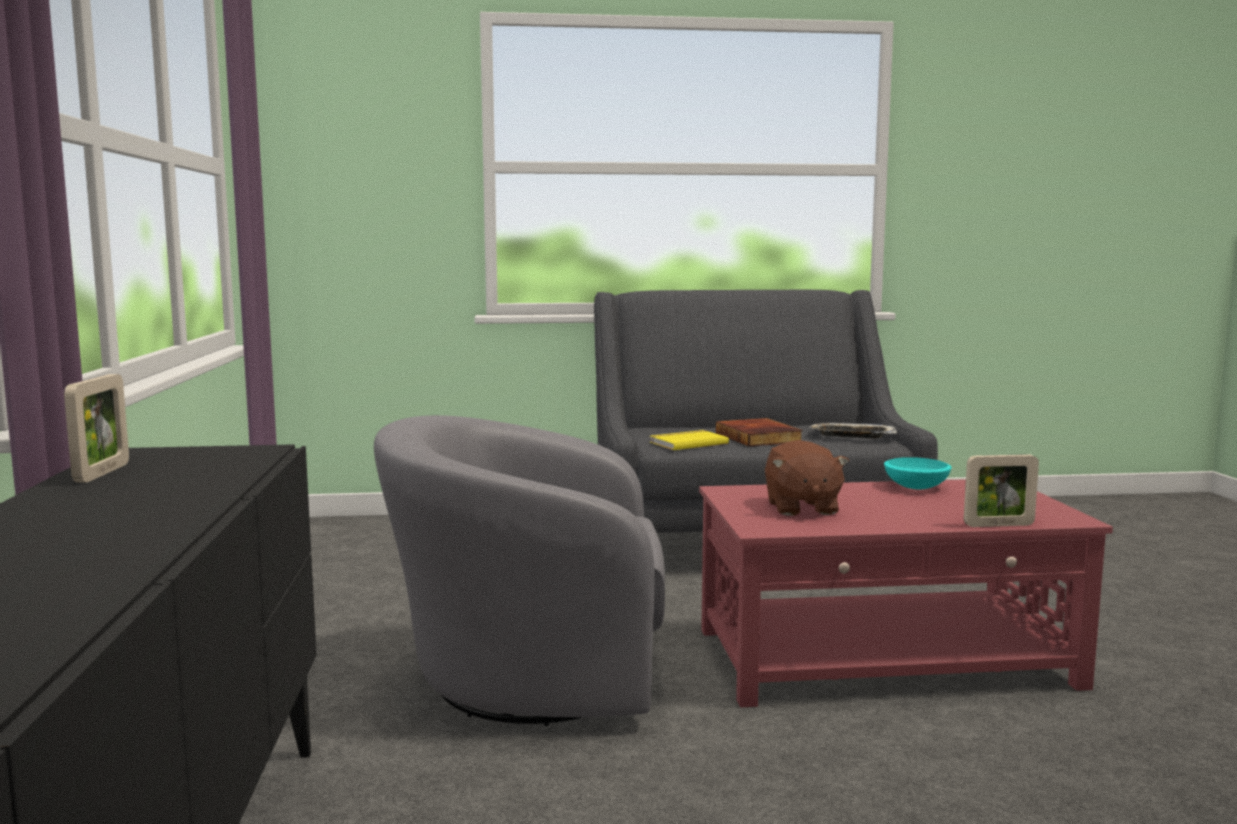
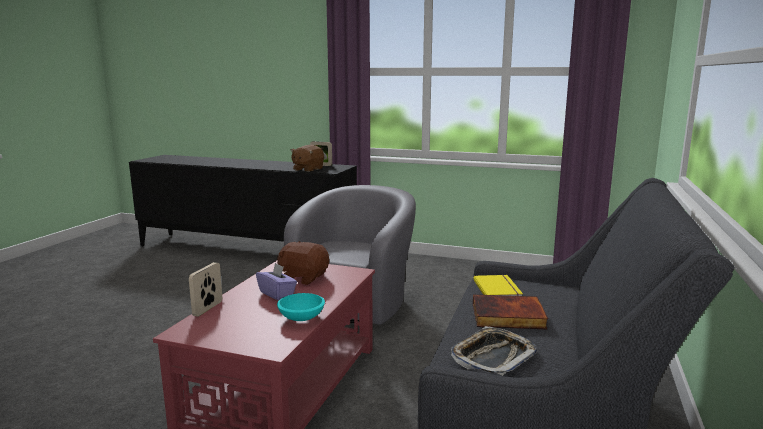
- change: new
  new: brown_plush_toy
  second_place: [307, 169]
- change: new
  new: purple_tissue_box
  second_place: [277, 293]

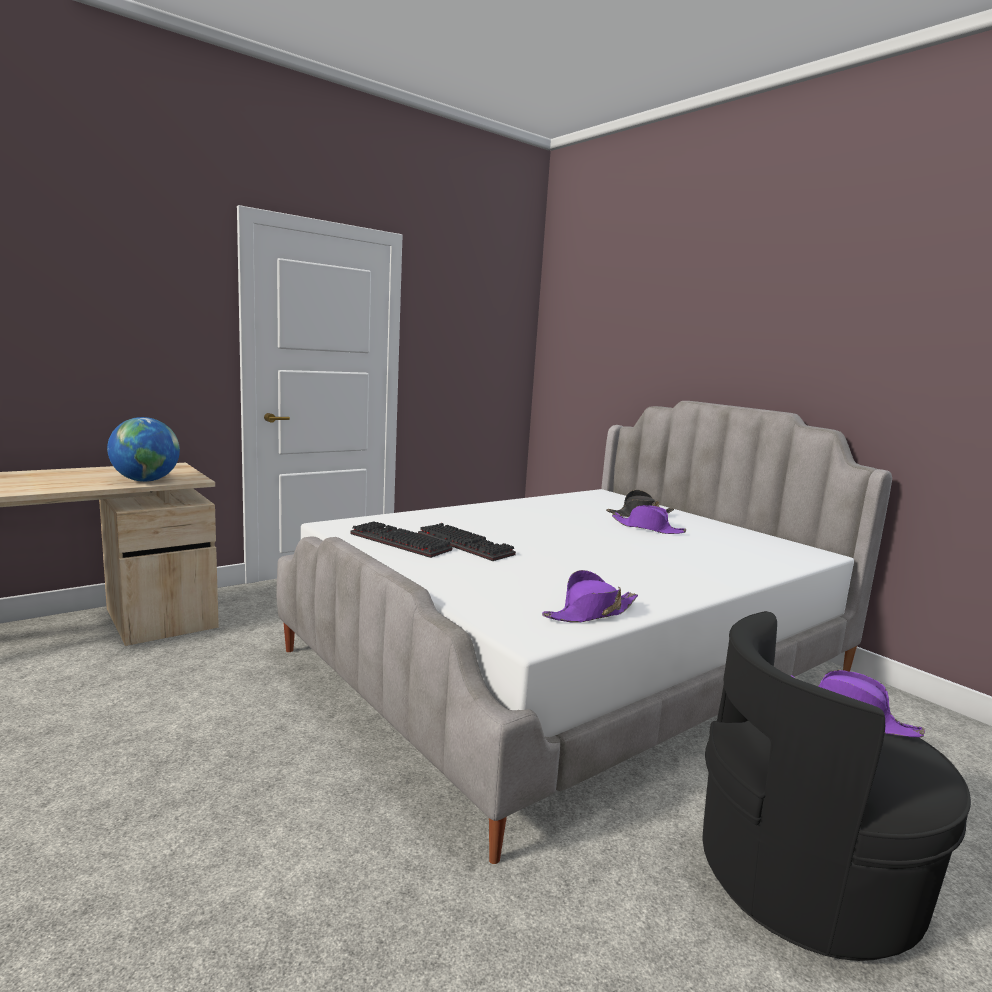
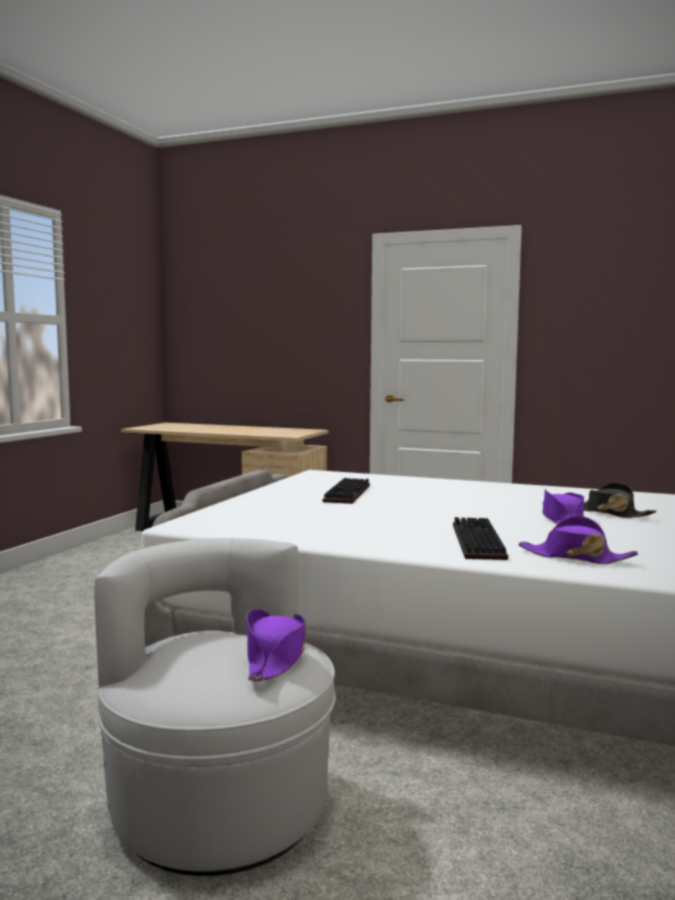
- change: gone
  old: globe
  first_place: [145, 481]
- change: shifted
  old: keyboard
  first_place: [397, 542]
  second_place: [475, 541]
- change: shifted
  old: purple_hat
  first_place: [590, 613]
  second_place: [575, 557]
- change: repainted
  old: black_armchair
  new: white_armchair
  first_place: [807, 878]
  second_place: [221, 808]

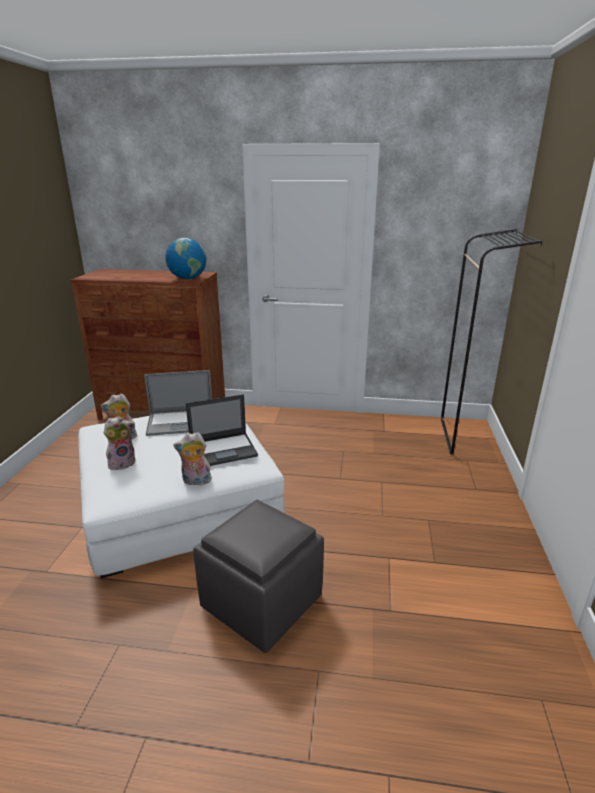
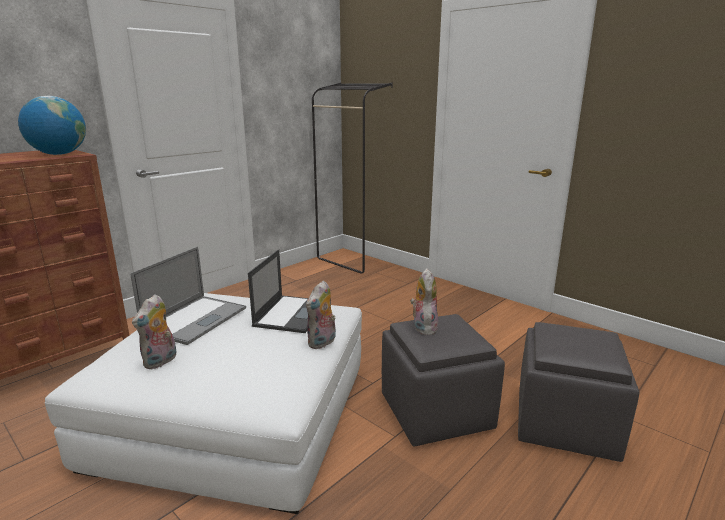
- change: shifted
  old: plush_toy
  first_place: [122, 463]
  second_place: [423, 327]
- change: new
  new: grey_ottoman
  second_place: [566, 425]

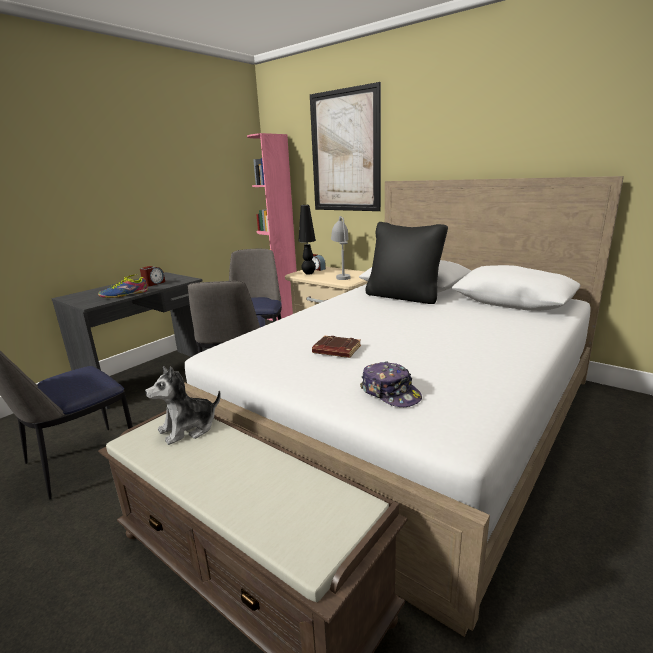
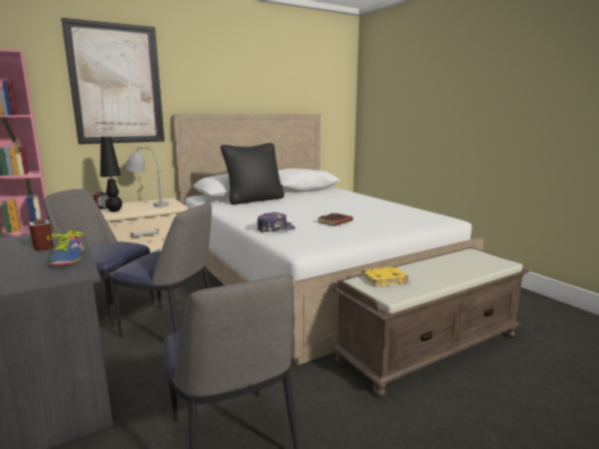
- change: shifted
  old: cap
  first_place: [390, 393]
  second_place: [275, 229]
- change: swapped
  old: plush_toy
  new: yellow_book
  first_place: [188, 428]
  second_place: [384, 279]

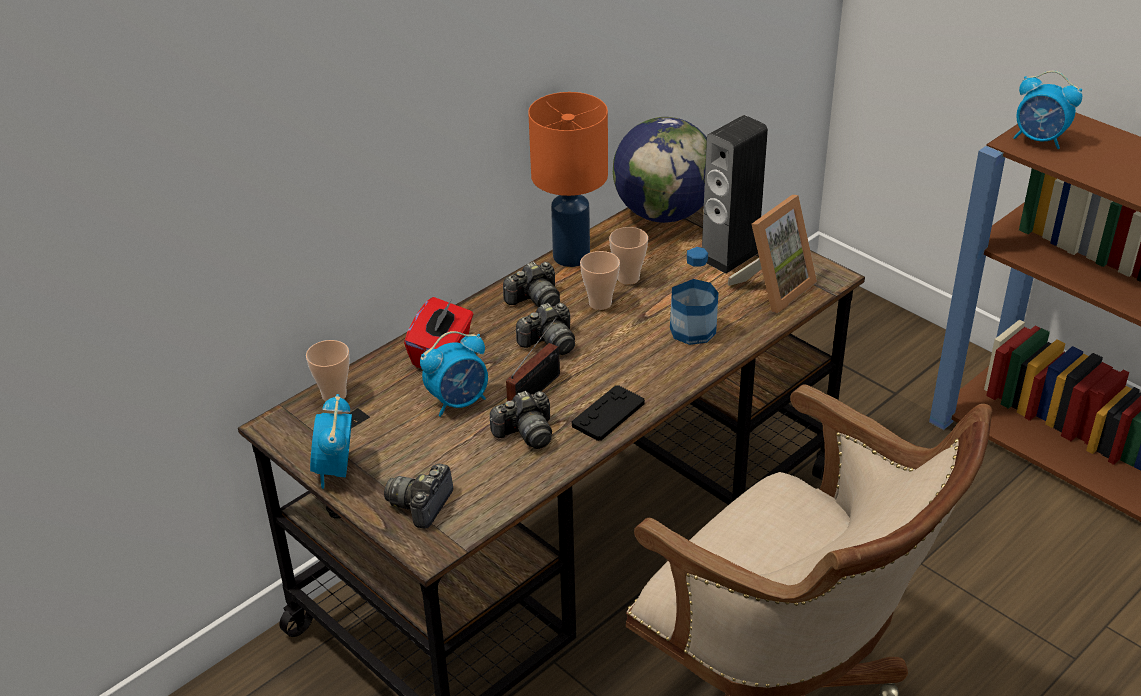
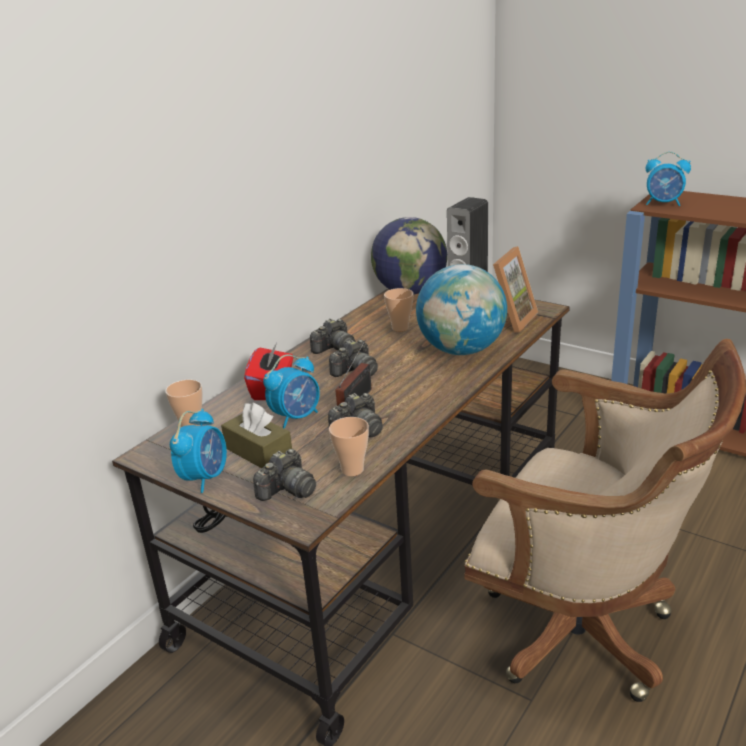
- change: gone
  old: orange_table_lamp
  first_place: [570, 256]
- change: swapped
  old: bottle
  new: globe
  first_place: [692, 330]
  second_place: [461, 350]
- change: shifted
  old: cup
  first_place: [600, 303]
  second_place: [352, 469]
- change: gone
  old: black_game_controller
  first_place: [608, 414]
- change: rotated
  old: alarm_clock
  first_place: [335, 470]
  second_place: [205, 477]
  degrees: -150
- change: rotated
  old: photo_camera
  first_place: [422, 505]
  second_place: [287, 490]
  degrees: -150
- change: new
  new: brown_tissue_box
  second_place: [258, 452]

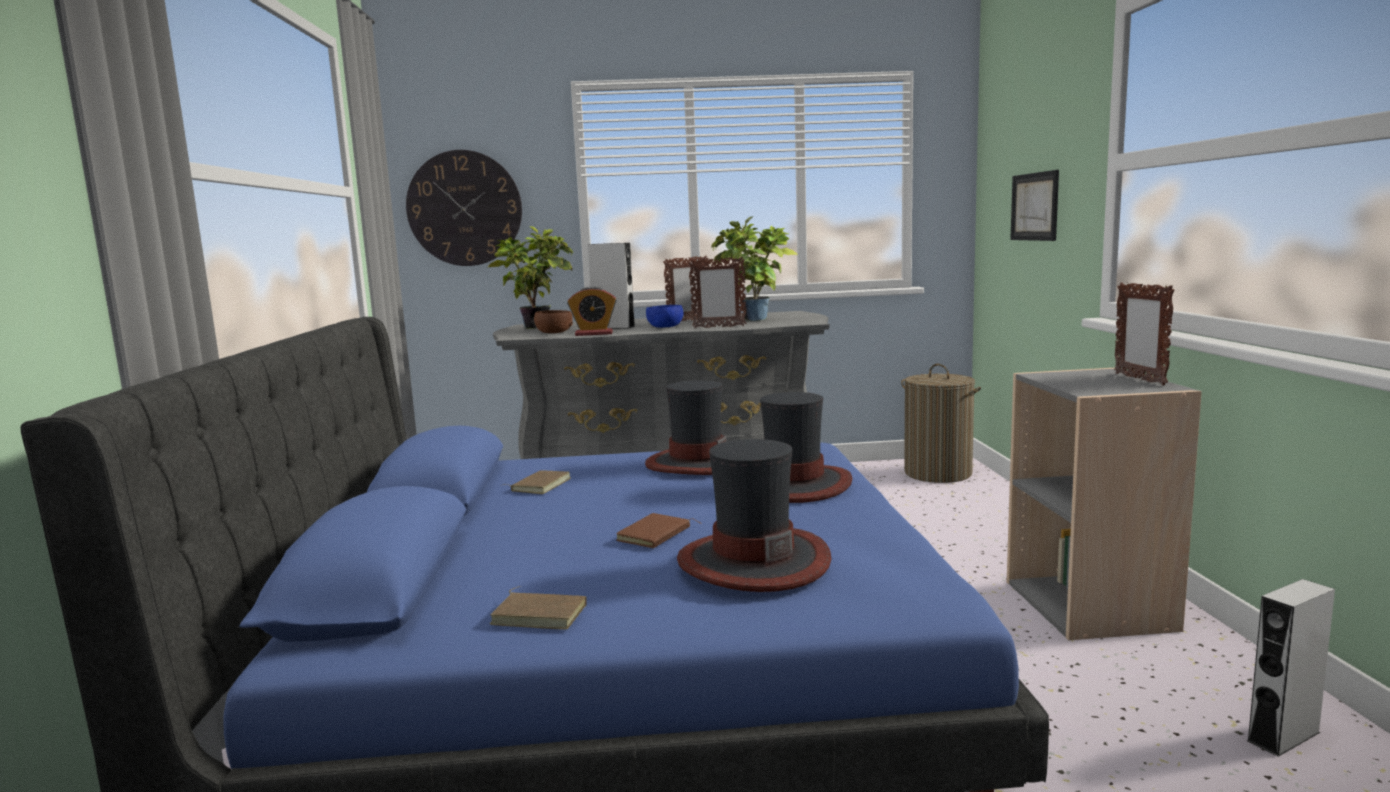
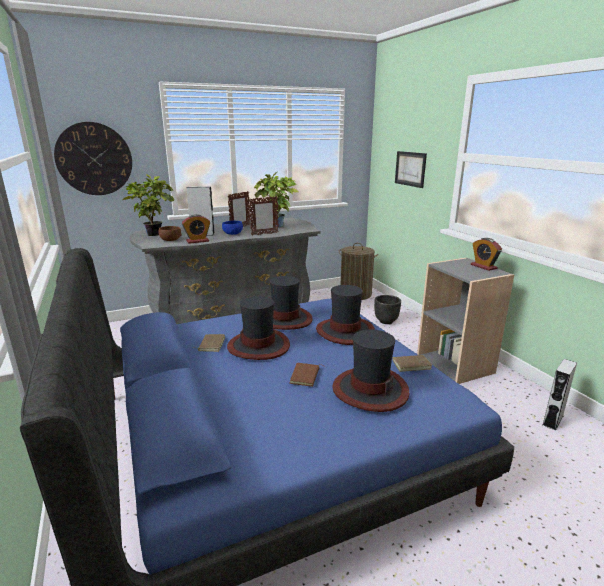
- change: swapped
  old: picture_frame
  new: alarm_clock
  first_place: [1139, 379]
  second_place: [483, 266]
- change: shifted
  old: brown_book
  first_place: [541, 614]
  second_place: [411, 364]
- change: new
  new: black_planter
  second_place: [386, 321]
- change: new
  new: hat
  second_place: [259, 346]

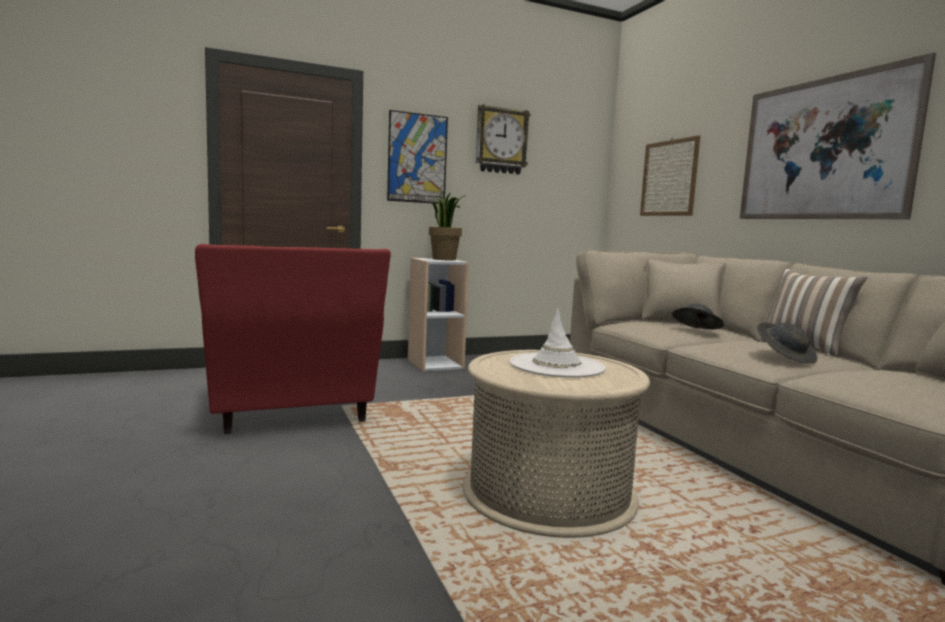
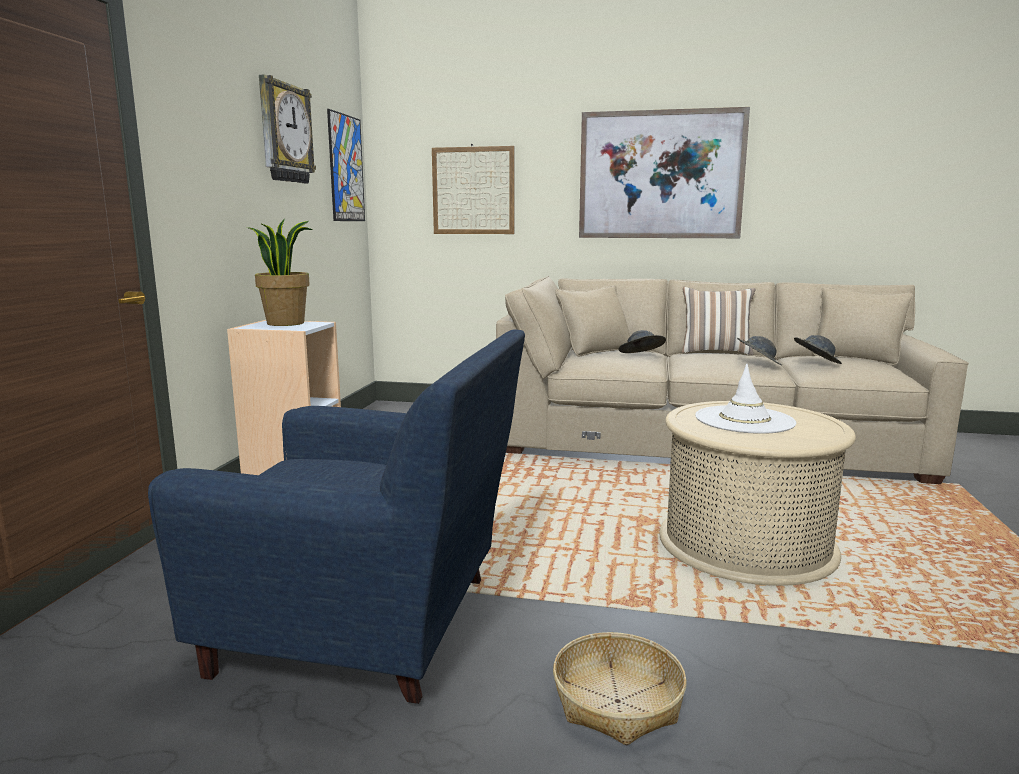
- change: shifted
  old: picture
  first_place: [417, 158]
  second_place: [346, 168]
- change: repainted
  old: red_armchair
  new: blue_armchair
  first_place: [291, 412]
  second_place: [369, 628]
- change: new
  new: grey_hat
  second_place: [815, 363]
- change: new
  new: basket
  second_place: [617, 702]

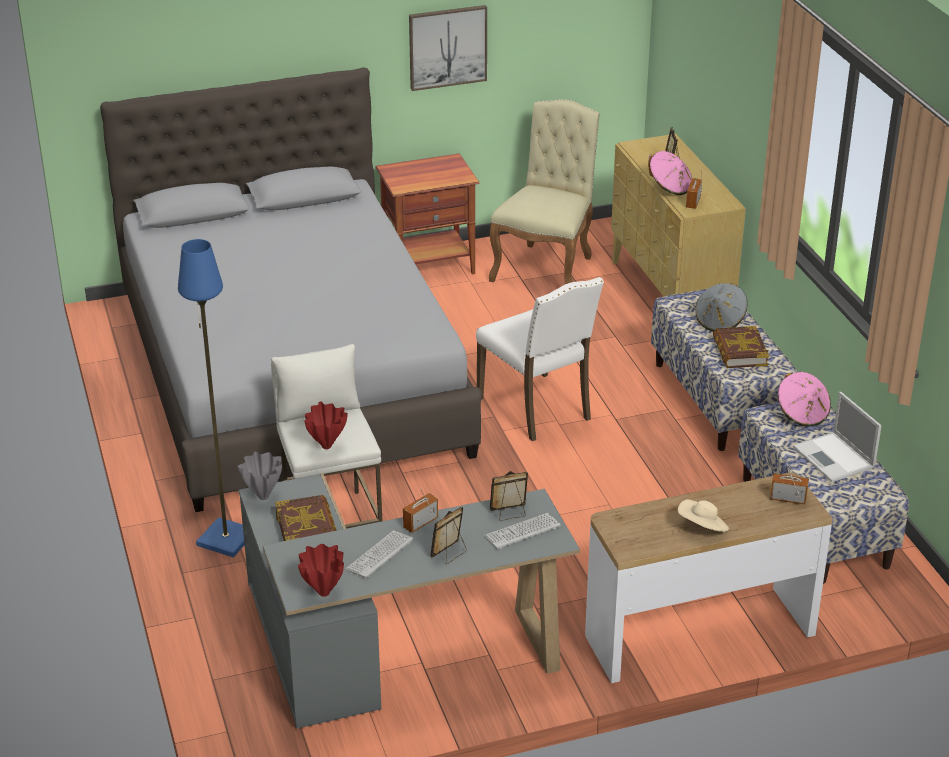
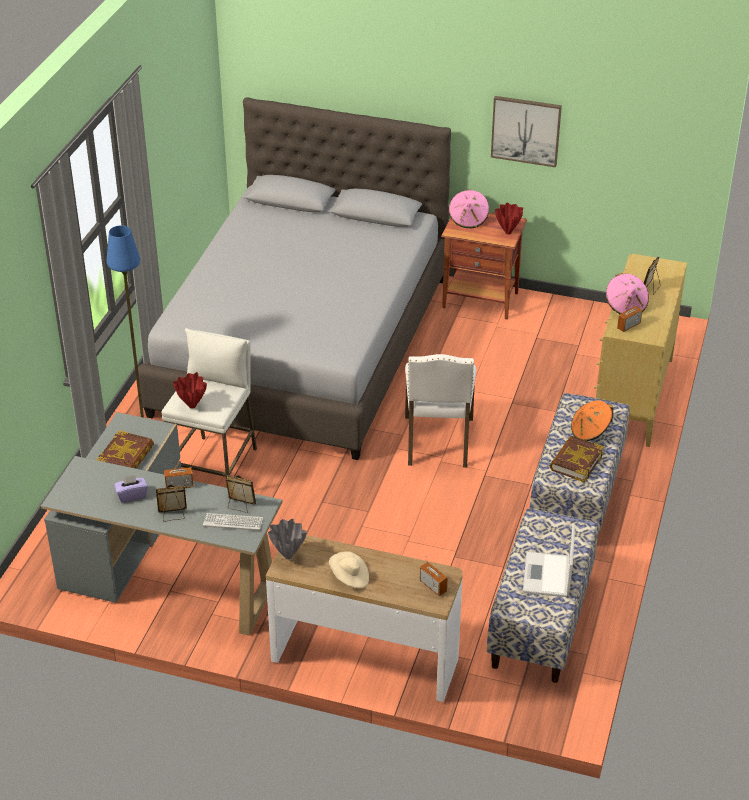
- change: gone
  old: beige_chair
  first_place: [546, 269]
- change: repainted
  old: grey_hat
  new: orange_hat
  first_place: [720, 321]
  second_place: [590, 432]
- change: shifted
  old: pink_hat
  first_place: [802, 414]
  second_place: [468, 220]
- change: shifted
  old: grey_vase
  first_place: [263, 496]
  second_place: [288, 555]
- change: swapped
  old: keyboard
  new: purple_tissue_box
  first_place: [379, 555]
  second_place: [131, 495]
- change: shifted
  old: red_vase
  first_place: [323, 592]
  second_place: [508, 232]

